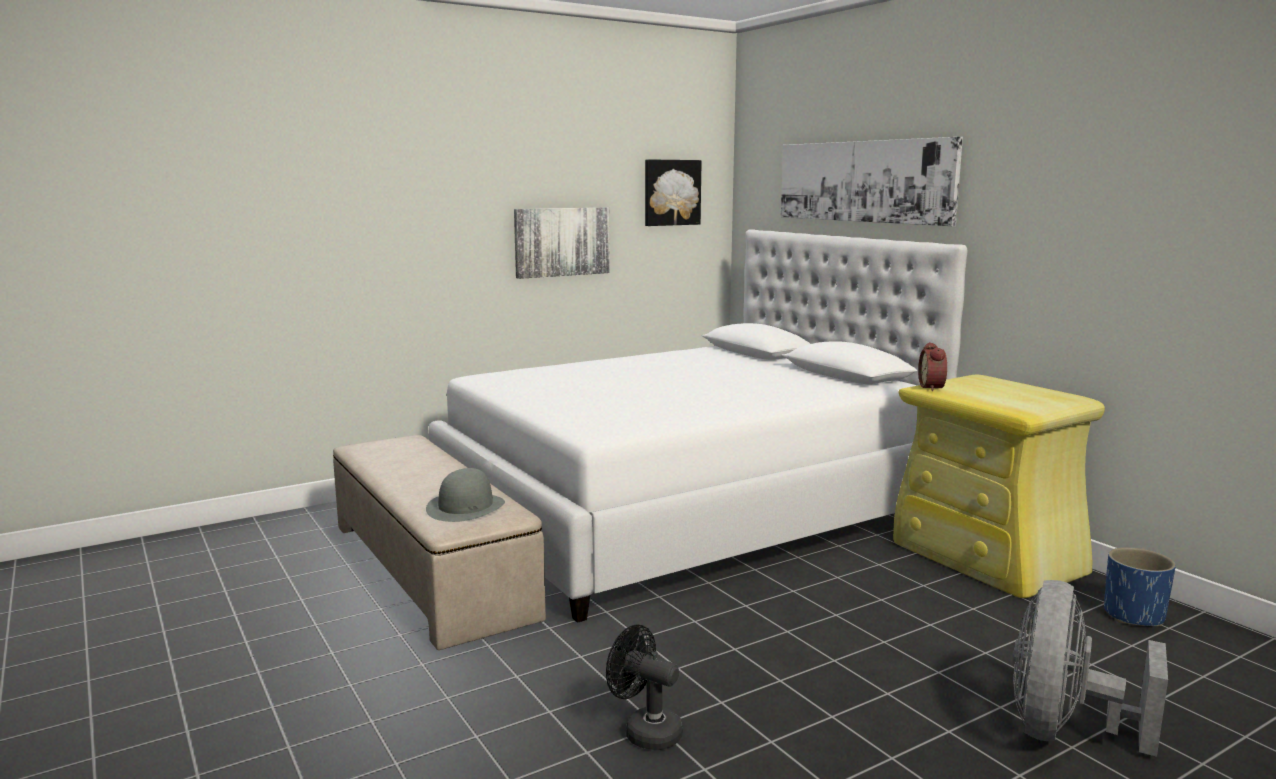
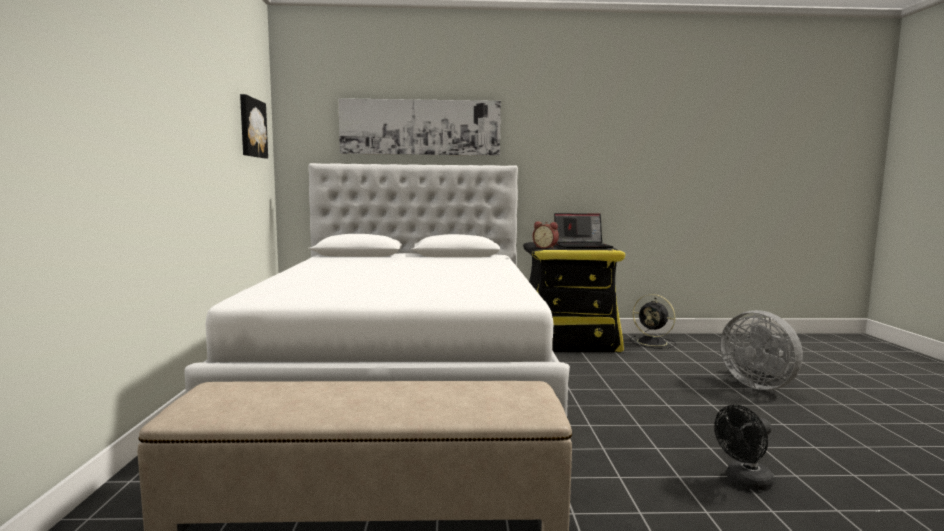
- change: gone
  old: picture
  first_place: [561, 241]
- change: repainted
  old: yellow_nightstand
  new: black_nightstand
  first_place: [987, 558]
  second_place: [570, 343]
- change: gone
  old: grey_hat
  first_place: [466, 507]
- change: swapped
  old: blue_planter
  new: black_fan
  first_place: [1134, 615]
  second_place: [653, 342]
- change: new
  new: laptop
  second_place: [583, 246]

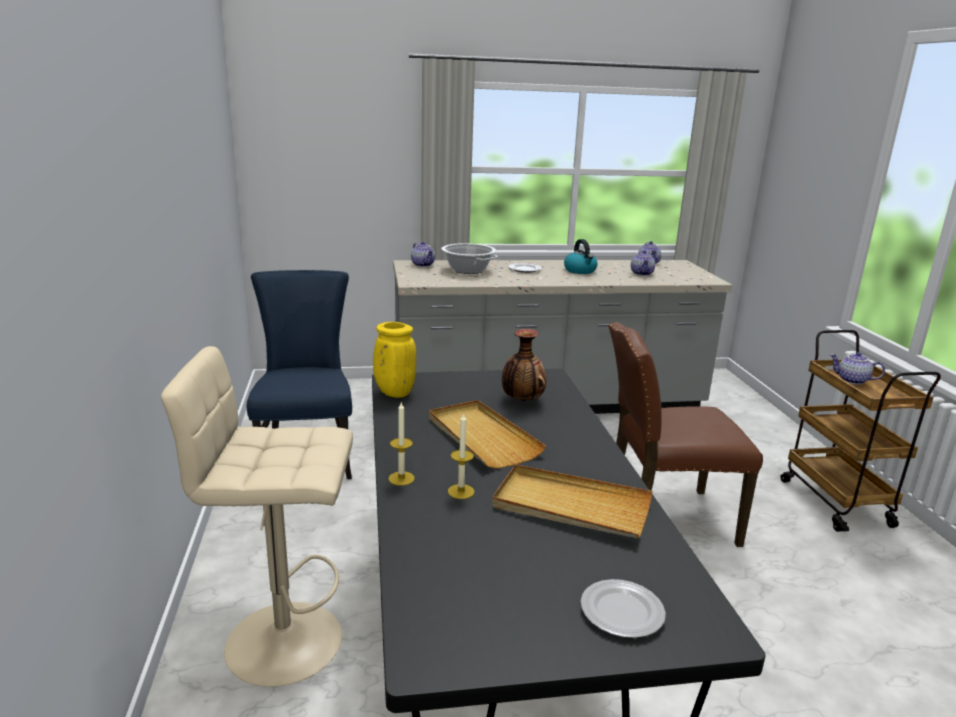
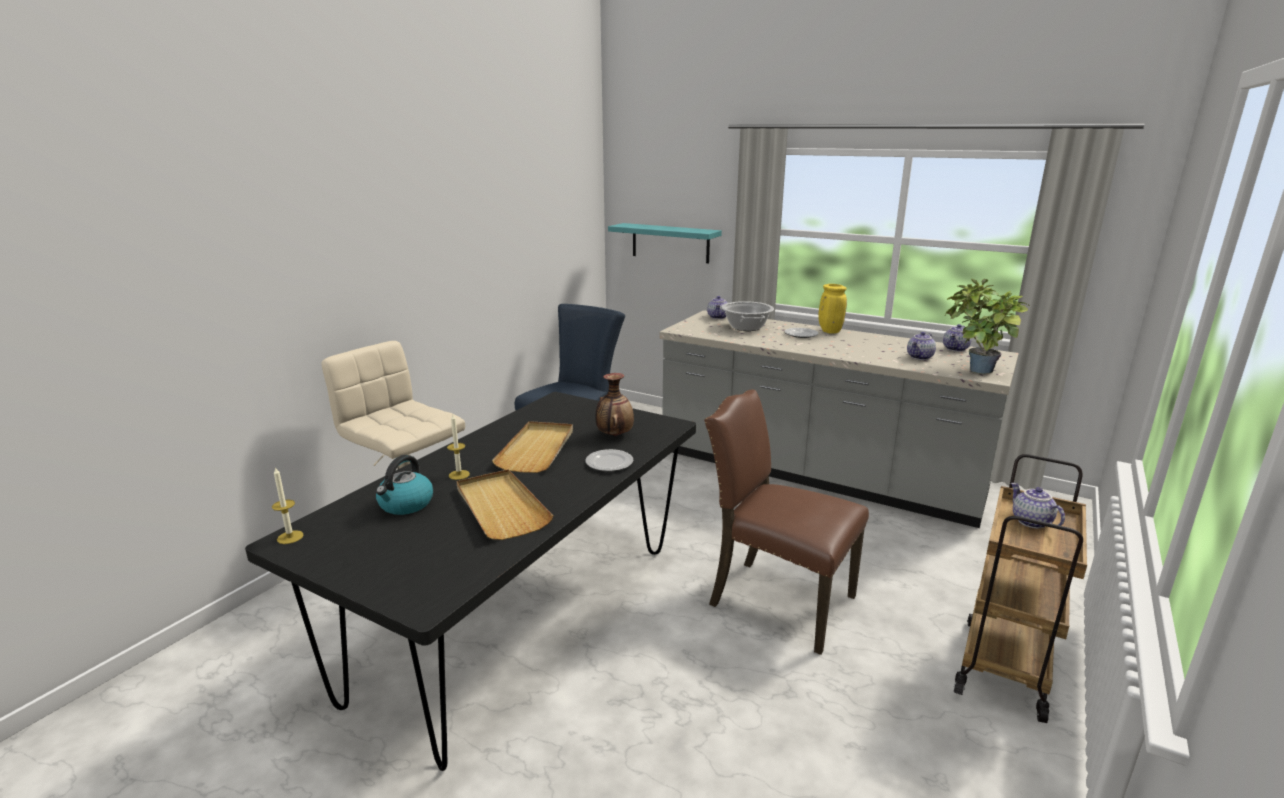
- change: shifted
  old: kettle
  first_place: [580, 271]
  second_place: [405, 504]
- change: shifted
  old: yellow_vase
  first_place: [393, 393]
  second_place: [829, 331]
- change: shifted
  old: candle
  first_place: [401, 478]
  second_place: [290, 537]
- change: shifted
  old: plate
  first_place: [622, 611]
  second_place: [610, 463]
- change: new
  new: turquoise_shelf
  second_place: [670, 243]
- change: new
  new: potted_plant
  second_place: [974, 370]

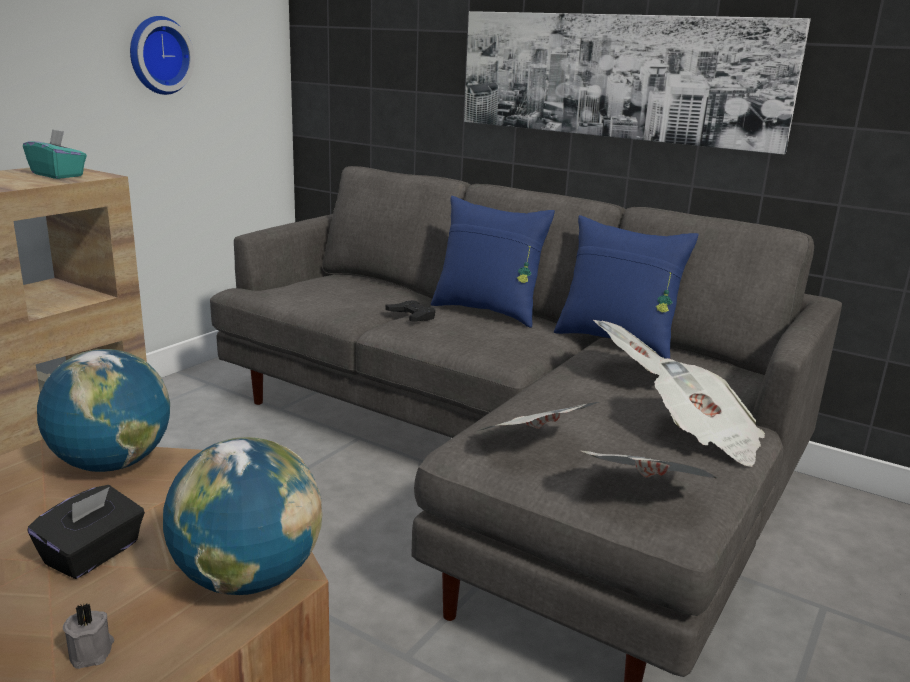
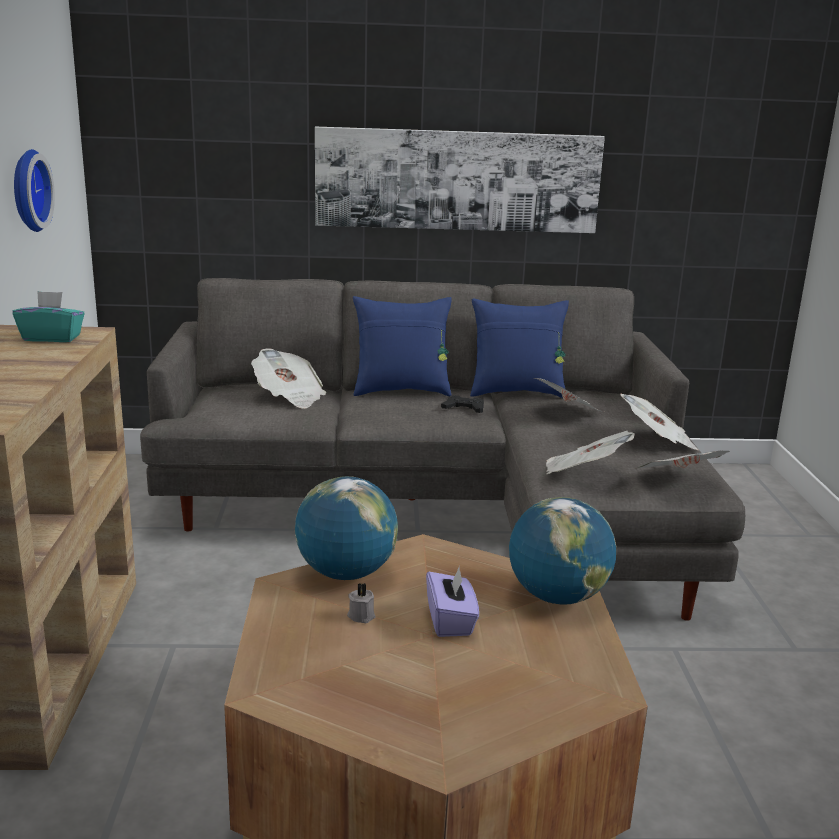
- change: shifted
  old: black_game_controller
  first_place: [412, 316]
  second_place: [464, 409]
- change: repainted
  old: black_tissue_box
  new: purple_tissue_box
  first_place: [93, 554]
  second_place: [451, 621]
- change: shifted
  old: grey_candle
  first_place: [92, 652]
  second_place: [361, 615]
- change: new
  new: newspaper
  second_place: [289, 397]

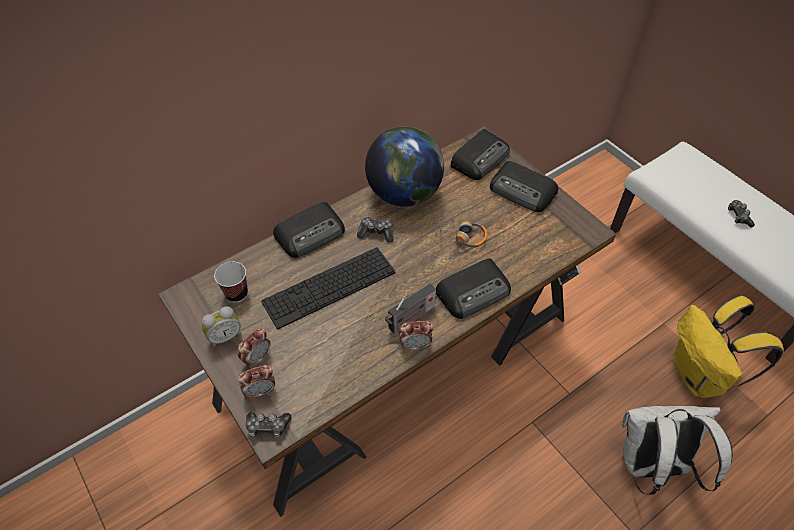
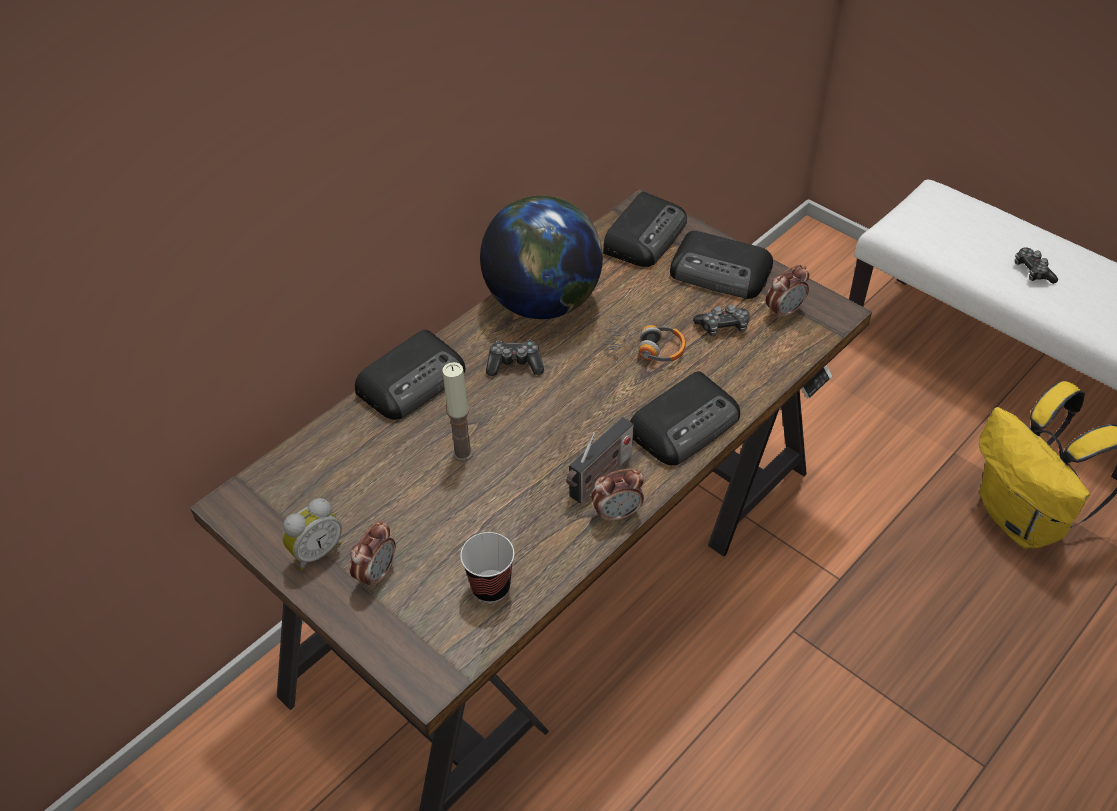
- change: swapped
  old: keyboard
  new: candle
  first_place: [329, 287]
  second_place: [462, 453]
- change: shifted
  old: cup
  first_place: [236, 293]
  second_place: [491, 587]
- change: shifted
  old: alarm_clock
  first_place: [260, 391]
  second_place: [784, 312]
- change: gone
  old: white_backpack
  first_place: [651, 466]
- change: shifted
  old: game_controller
  first_place: [268, 427]
  second_place: [723, 327]

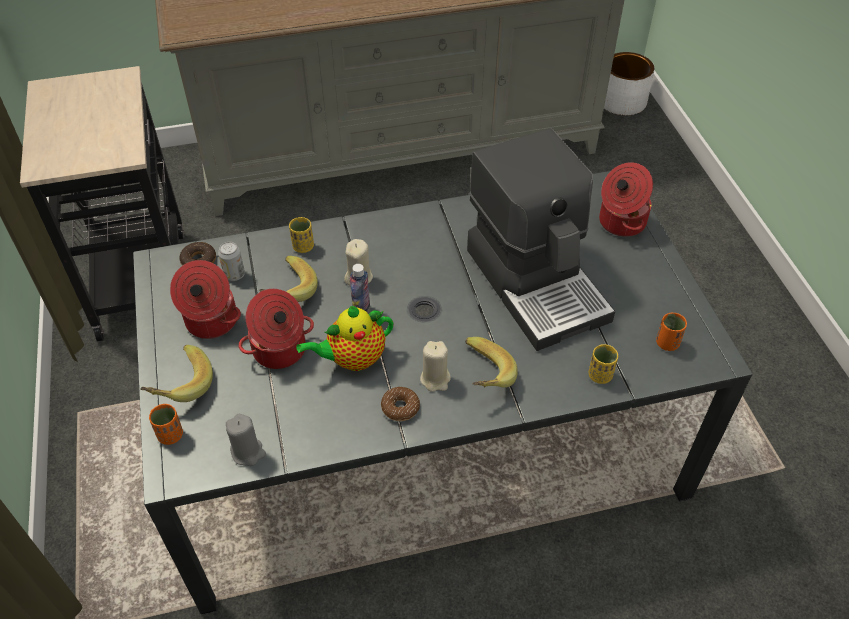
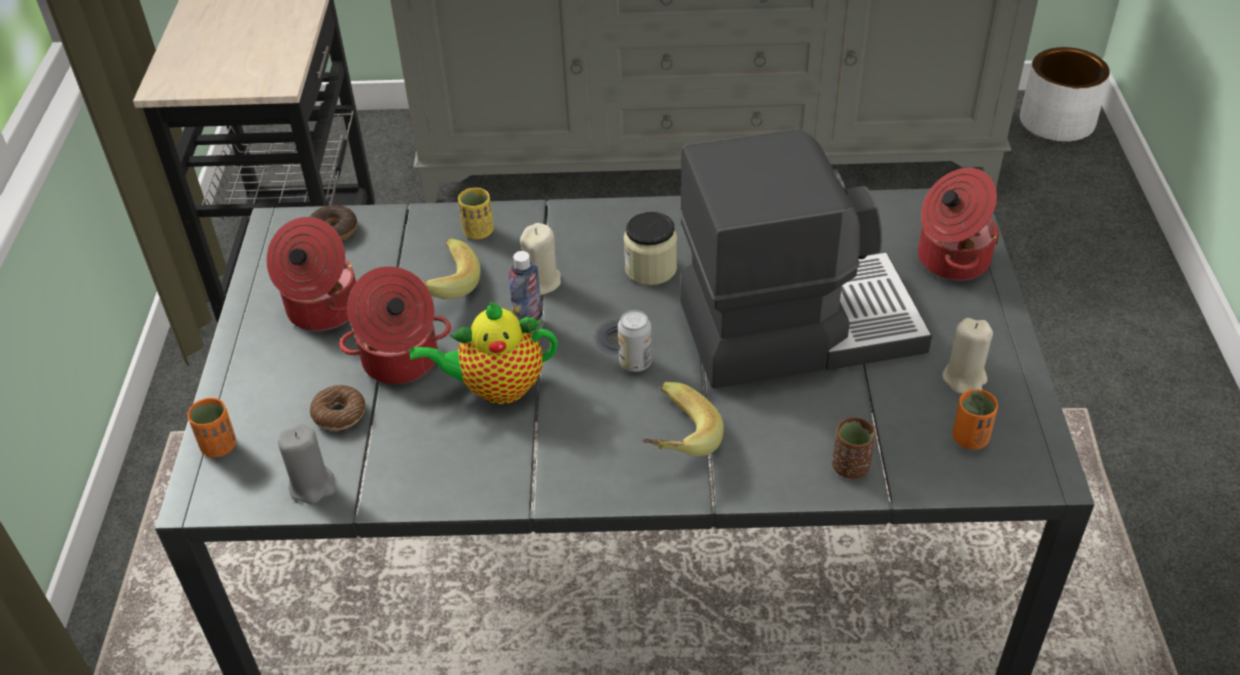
- change: rotated
  old: coffee_machine
  first_place: [537, 282]
  second_place: [797, 325]
  degrees: -90
- change: shifted
  old: can
  first_place: [234, 275]
  second_place: [635, 362]
- change: shifted
  old: beige_candle
  first_place: [435, 379]
  second_place: [964, 378]
- change: repainted
  old: yellow_cup
  new: brown_cup
  first_place: [600, 375]
  second_place: [850, 467]
- change: gone
  old: banana
  first_place: [179, 385]
- change: shifted
  old: donut
  first_place: [400, 407]
  second_place: [339, 414]
- change: new
  new: jar
  second_place: [650, 269]

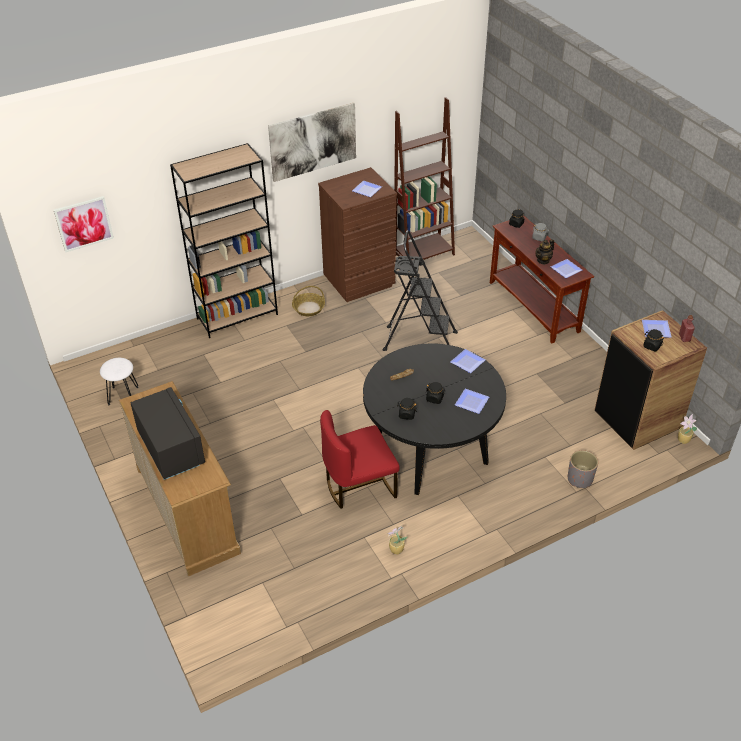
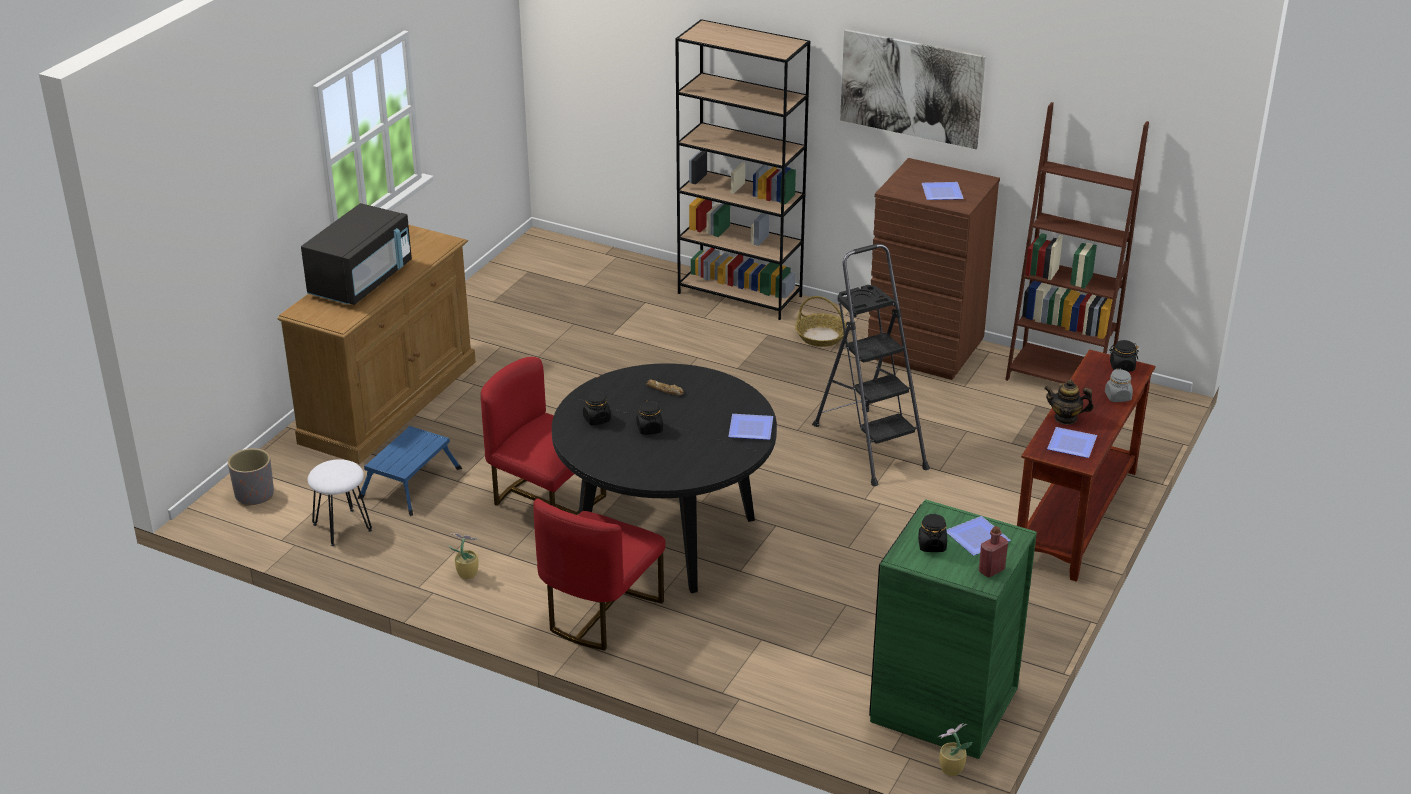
- change: gone
  old: picture
  first_place: [84, 223]
- change: repainted
  old: brown_cabinet
  new: green_cabinet
  first_place: [637, 419]
  second_place: [943, 705]
- change: shifted
  old: white_stool
  first_place: [123, 396]
  second_place: [342, 527]
- change: gone
  old: plate
  first_place: [471, 401]
- change: shifted
  old: grey_planter
  first_place: [580, 479]
  second_place: [254, 495]
- change: new
  new: blue_step_ladder
  second_place: [410, 482]
- change: new
  new: red_chair
  second_place: [600, 614]

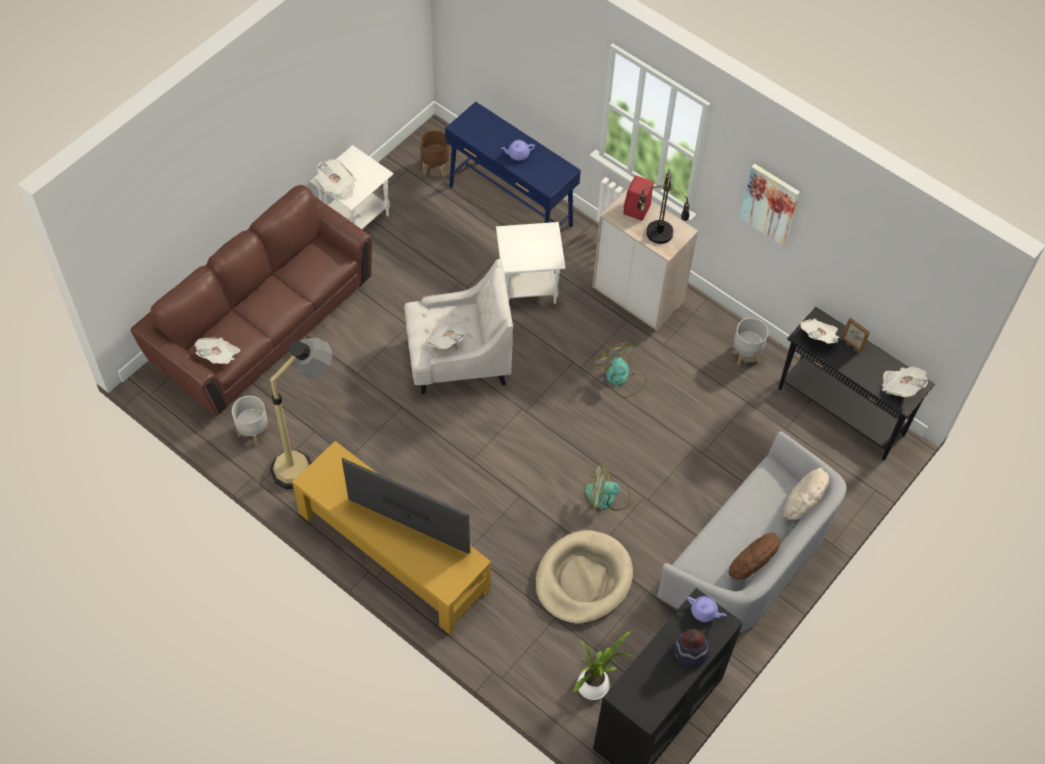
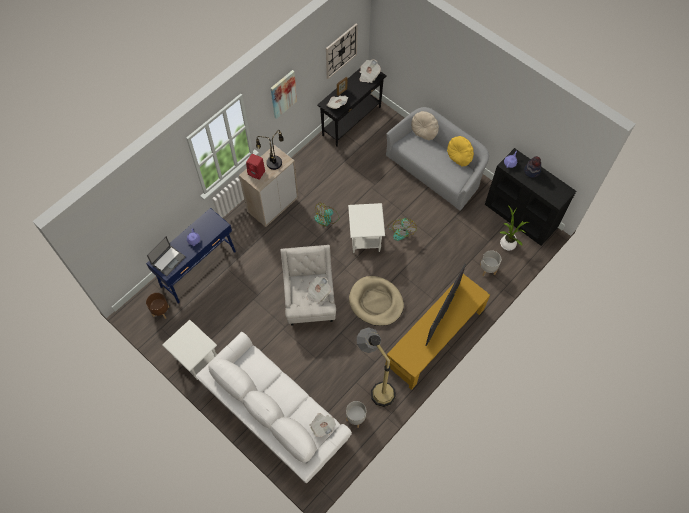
- change: gone
  old: newspaper
  first_place: [337, 186]
- change: repainted
  old: brown_sofa
  new: white_sofa
  first_place: [262, 324]
  second_place: [276, 416]
- change: shifted
  old: white_side_table
  first_place: [529, 287]
  second_place: [365, 239]
- change: shifted
  old: grey_planter
  first_place: [745, 354]
  second_place: [487, 269]
- change: shifted
  old: beige_dog_bed
  first_place: [583, 579]
  second_place: [376, 302]
- change: repainted
  old: brown_pillow
  new: yellow_pillow
  first_place: [750, 568]
  second_place: [458, 158]
- change: new
  new: wall_clock
  second_place: [341, 51]
- change: new
  new: laptop
  second_place: [168, 260]

